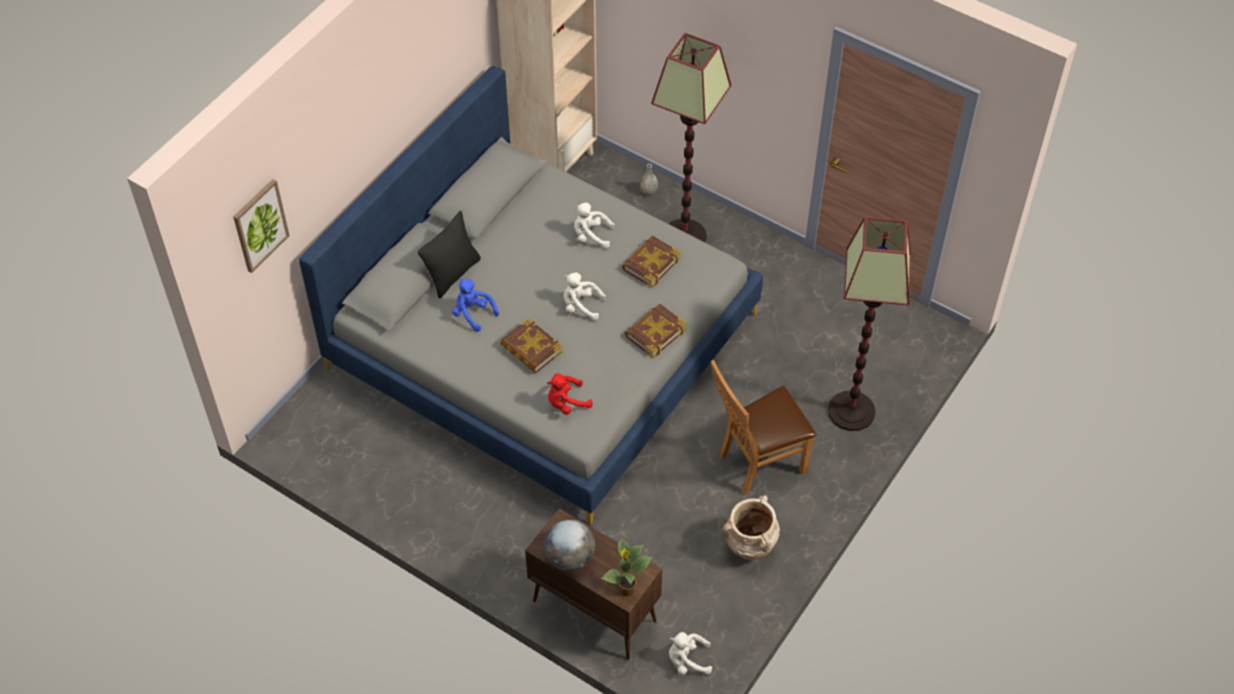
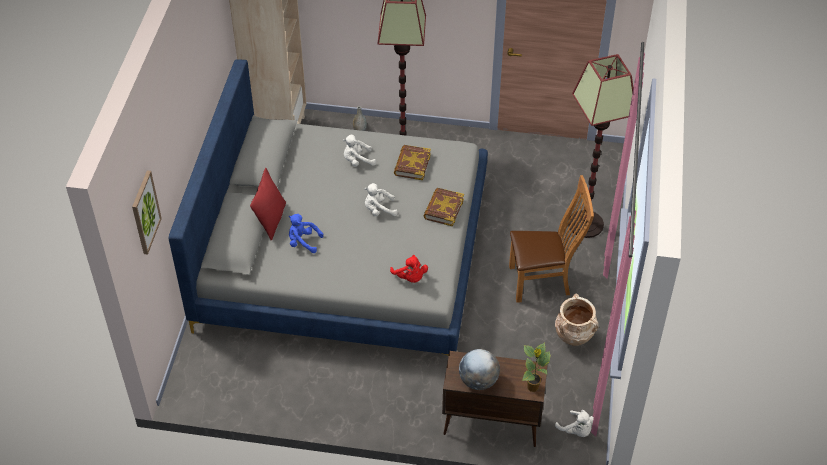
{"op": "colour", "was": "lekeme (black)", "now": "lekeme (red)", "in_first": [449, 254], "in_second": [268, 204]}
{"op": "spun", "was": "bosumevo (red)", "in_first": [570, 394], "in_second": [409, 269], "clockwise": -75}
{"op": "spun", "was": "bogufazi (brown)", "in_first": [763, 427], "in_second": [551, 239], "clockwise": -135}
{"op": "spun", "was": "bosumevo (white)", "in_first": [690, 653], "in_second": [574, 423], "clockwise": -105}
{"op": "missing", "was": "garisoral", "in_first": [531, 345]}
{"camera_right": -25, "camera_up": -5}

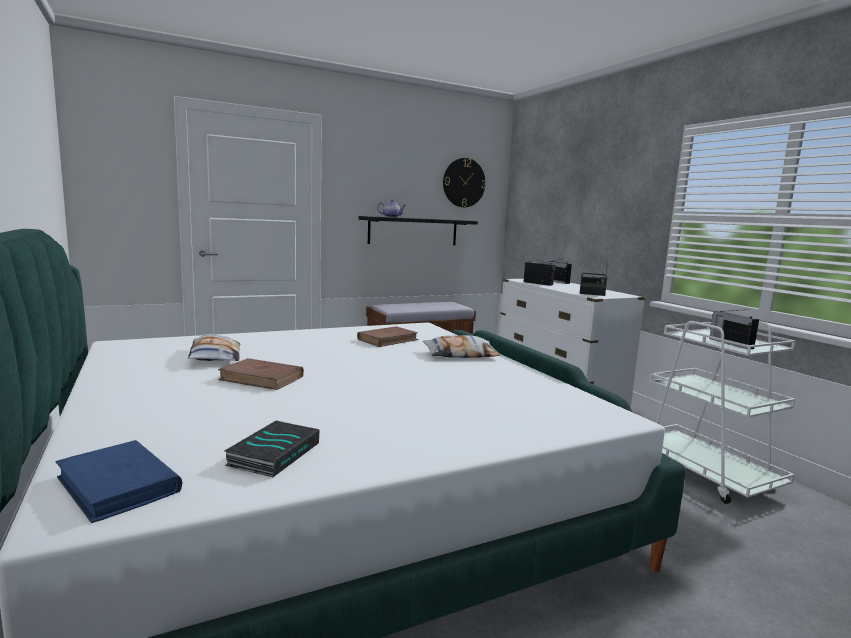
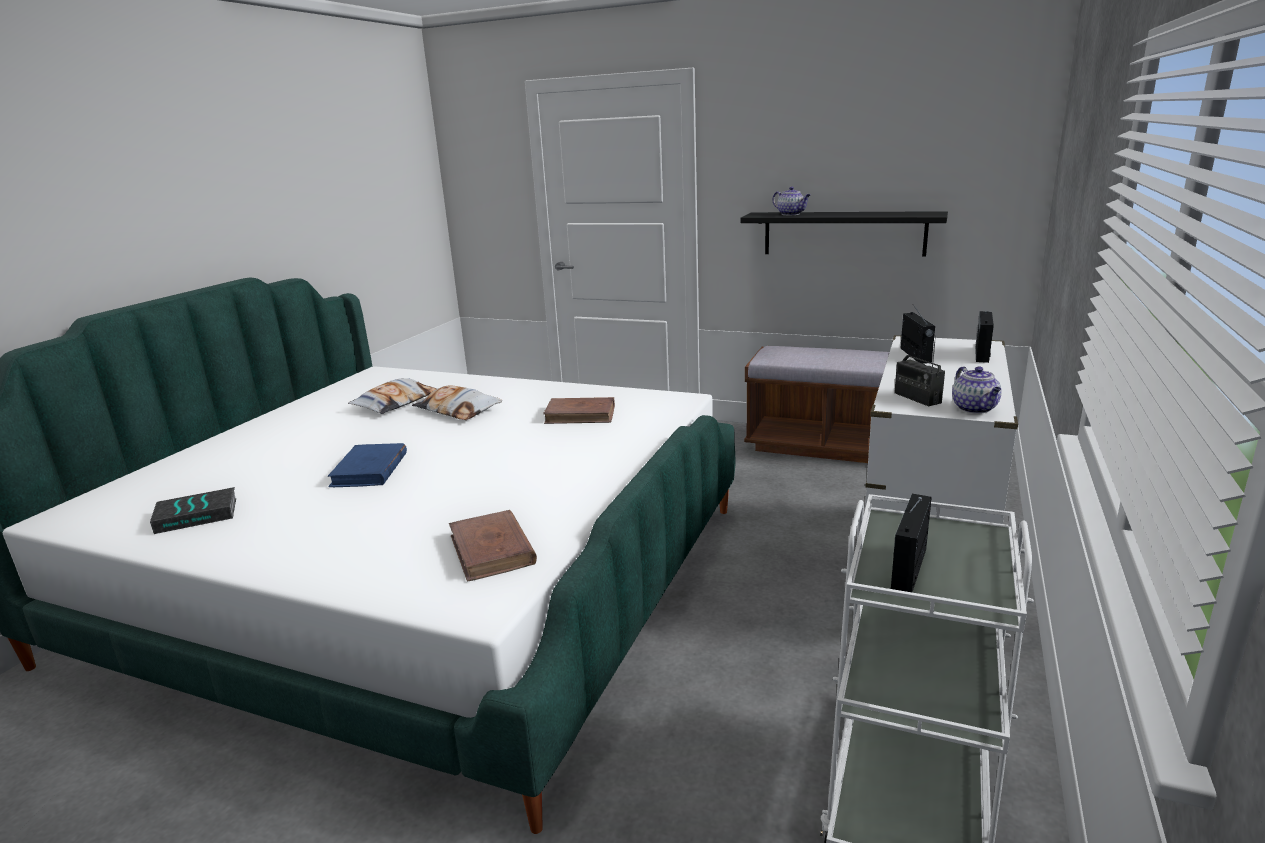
{"op": "relocated", "was": "garisoral (blue)", "in_first": [118, 481], "in_second": [367, 465]}
{"op": "relocated", "was": "lekeme", "in_first": [461, 346], "in_second": [457, 402]}
{"op": "relocated", "was": "garisoral (brown)", "in_first": [261, 374], "in_second": [493, 546]}
{"op": "appeared", "now": "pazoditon", "in_second": [976, 390]}
{"op": "missing", "was": "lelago", "in_first": [464, 182]}
{"camera_right": 50, "camera_up": 10}

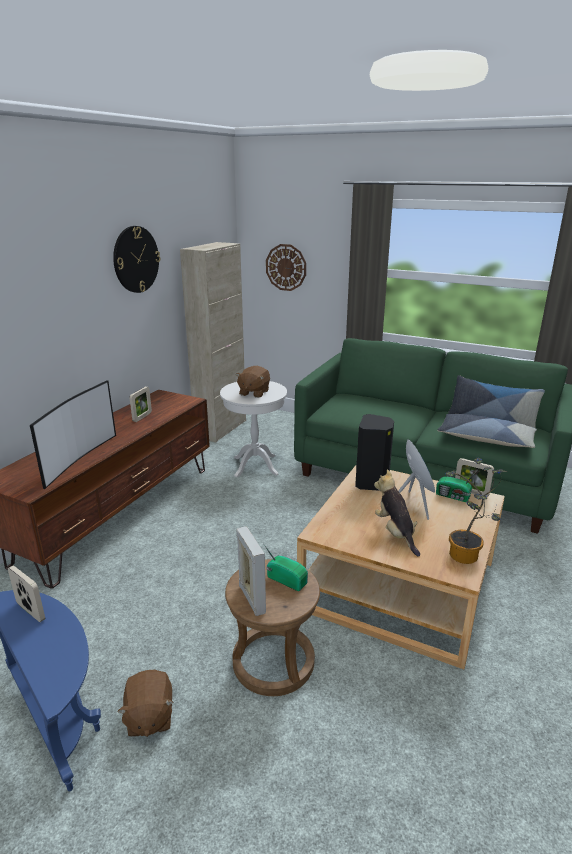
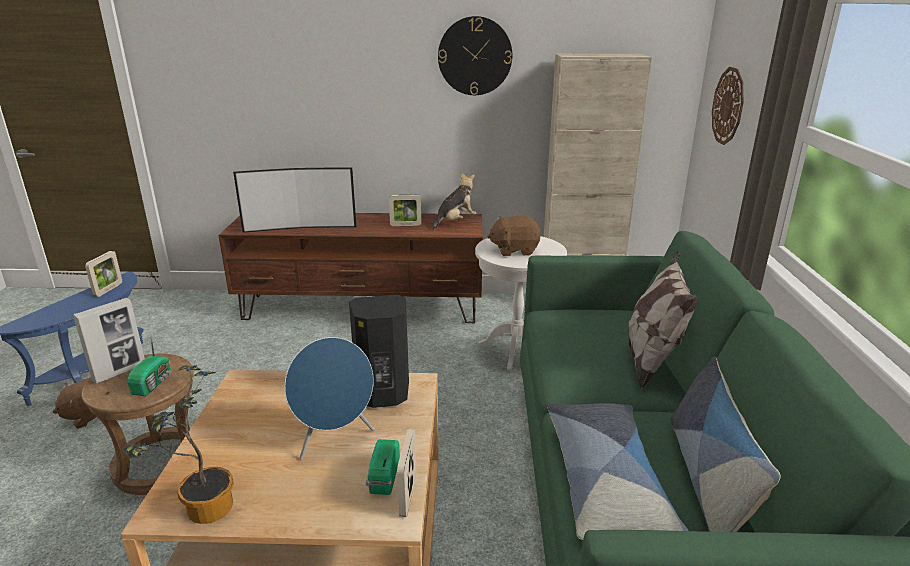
{"op": "relocated", "was": "bosumevo", "in_first": [397, 513], "in_second": [454, 201]}
{"op": "appeared", "now": "lekeme", "in_second": [663, 320]}
{"camera_right": 65, "camera_up": 0}

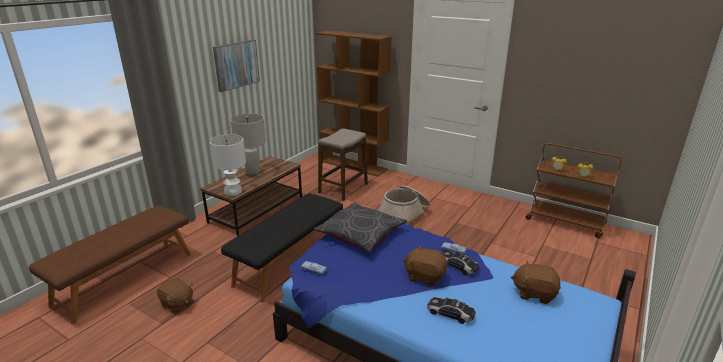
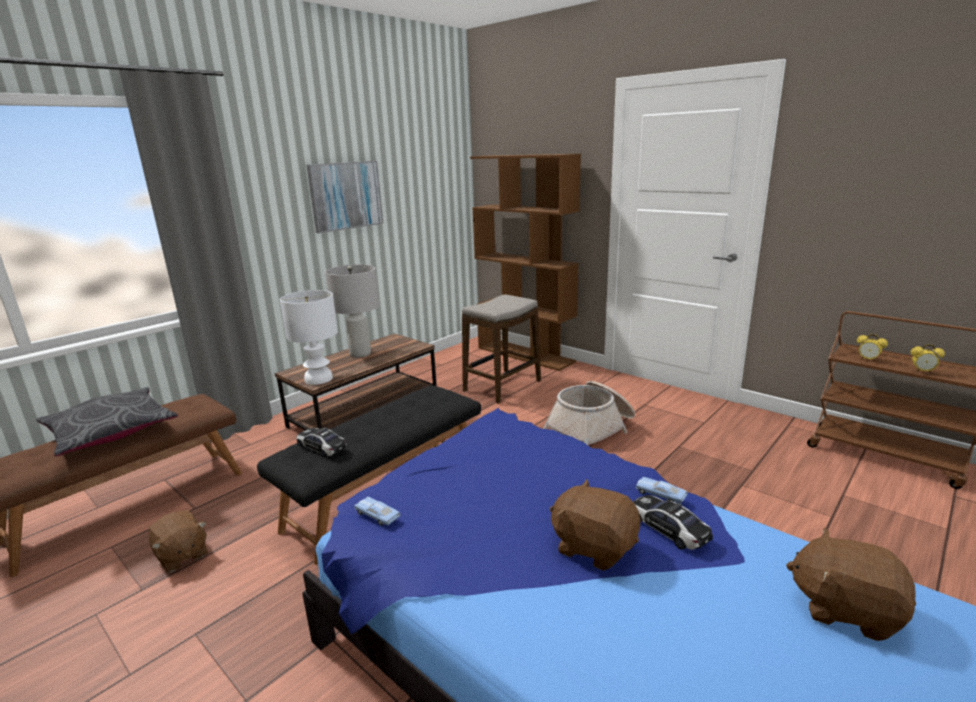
{"op": "relocated", "was": "lekeme (grey)", "in_first": [360, 227], "in_second": [107, 421]}
{"op": "relocated", "was": "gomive", "in_first": [451, 310], "in_second": [322, 443]}
{"camera_right": 10, "camera_up": -5}

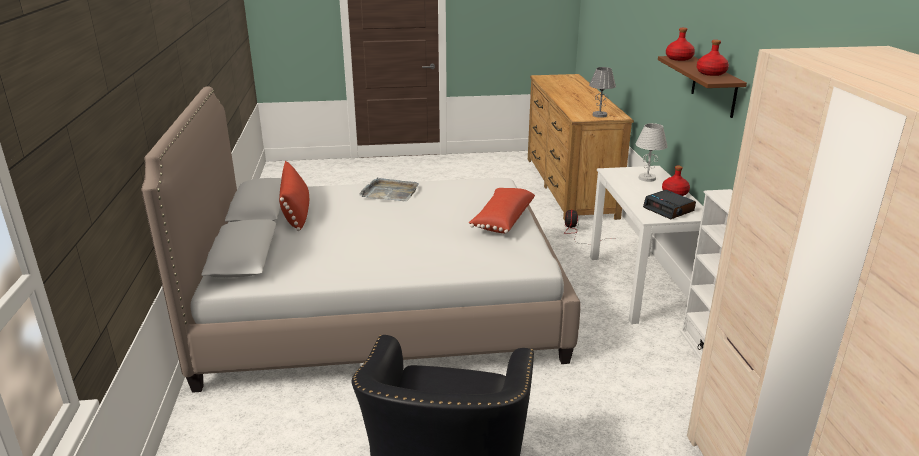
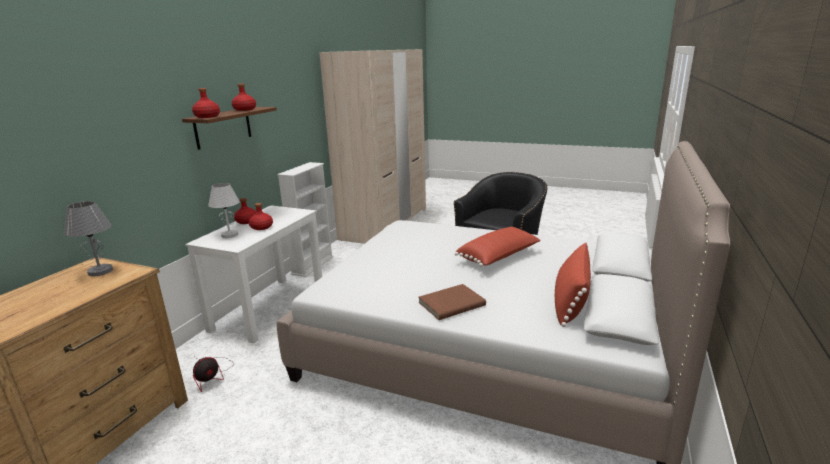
{"op": "appeared", "now": "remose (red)", "in_second": [261, 216]}
{"op": "exchanged", "was": "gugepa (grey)", "now": "garisoral (brown)", "in_first": [388, 189], "in_second": [452, 302]}
{"op": "relocated", "was": "lekeme (red)", "in_first": [502, 210], "in_second": [498, 247]}
{"op": "missing", "was": "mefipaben", "in_first": [669, 204]}
{"camera_right": -150, "camera_up": -5}

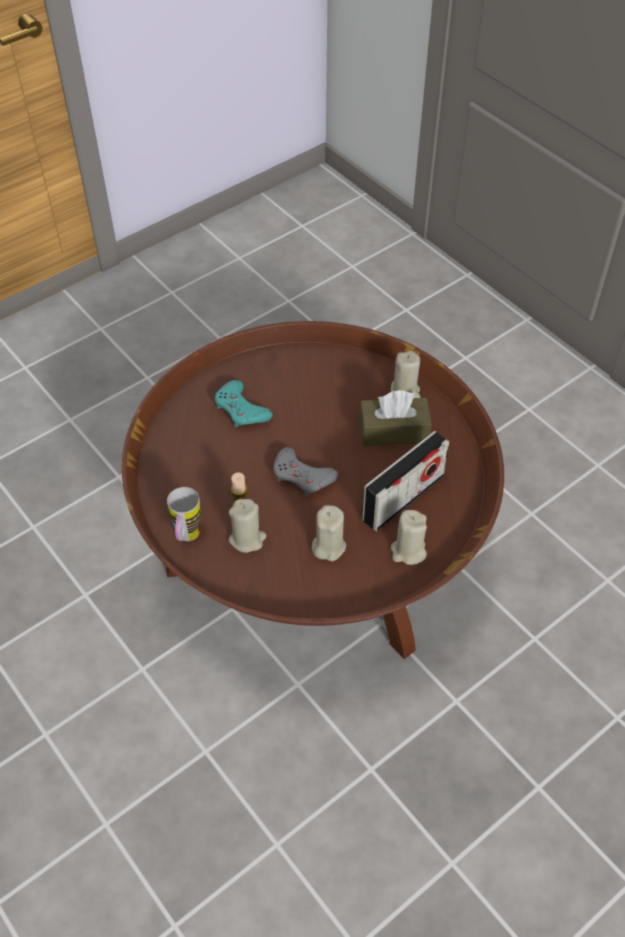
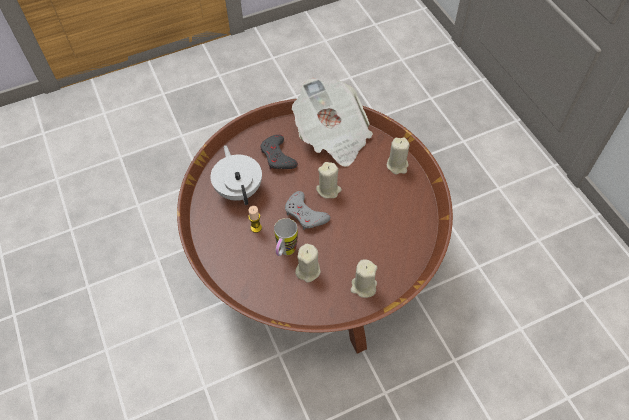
{"op": "appeared", "now": "pazoditon (white)", "in_second": [236, 175]}
{"op": "colour", "was": "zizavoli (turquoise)", "now": "zizavoli (grey)", "in_first": [244, 403], "in_second": [279, 151]}
{"op": "relocated", "was": "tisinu", "in_first": [184, 514], "in_second": [286, 237]}
{"op": "appeared", "now": "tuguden", "in_second": [332, 122]}
{"op": "relocated", "was": "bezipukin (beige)", "in_first": [247, 526], "in_second": [329, 180]}
{"op": "missing", "was": "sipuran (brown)", "in_first": [395, 418]}
{"op": "missing", "was": "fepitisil", "in_first": [405, 481]}
{"camera_right": 15, "camera_up": 5}

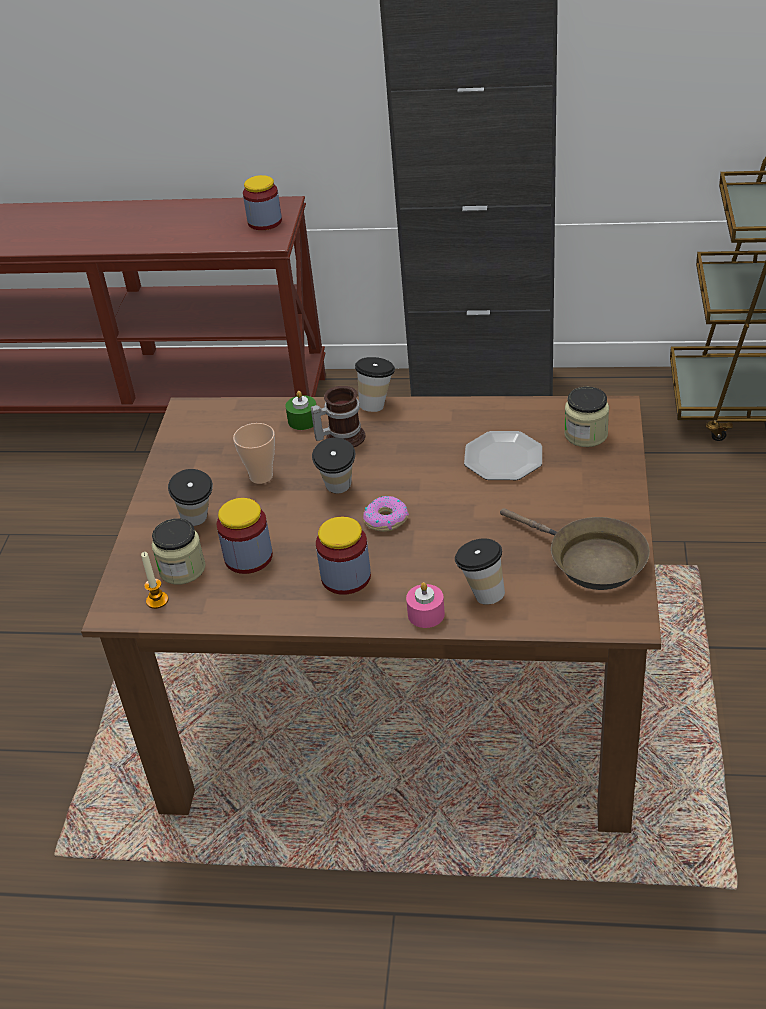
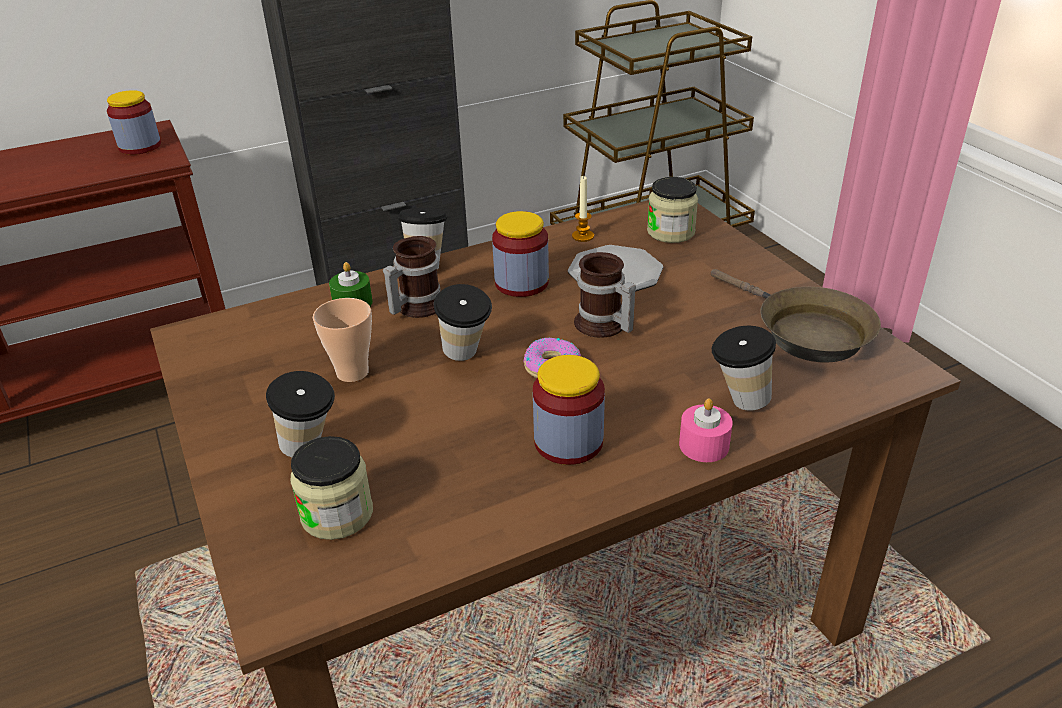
{"op": "relocated", "was": "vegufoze", "in_first": [245, 536], "in_second": [520, 254]}
{"op": "relocated", "was": "bezipukin", "in_first": [155, 580], "in_second": [583, 209]}
{"op": "appeared", "now": "tisinu", "in_second": [605, 295]}
{"op": "spun", "was": "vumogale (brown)", "in_first": [575, 549], "in_second": [796, 316], "clockwise": 45}
{"camera_right": -35, "camera_up": -5}

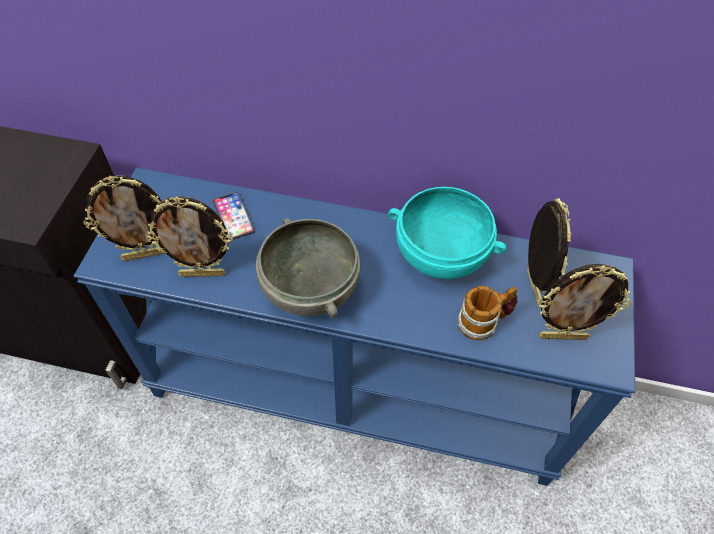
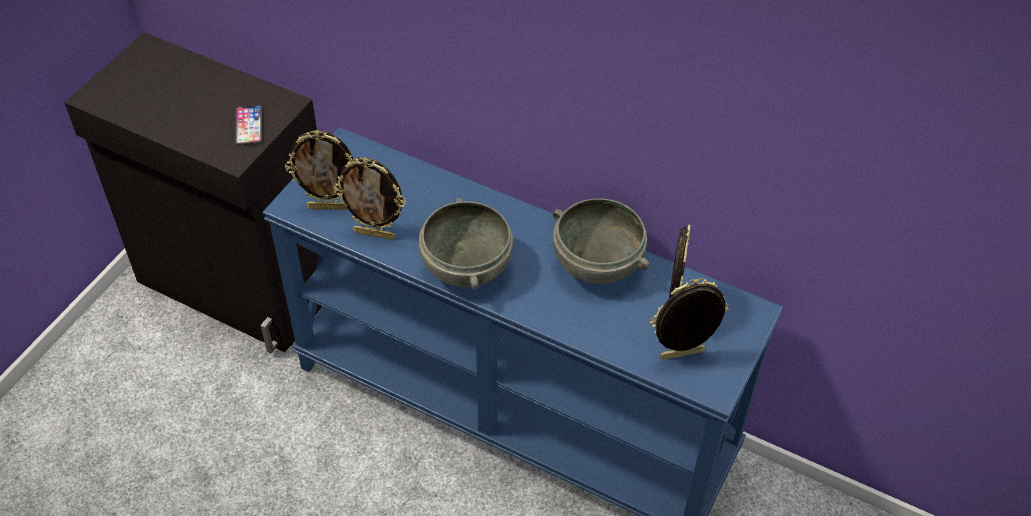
{"op": "relocated", "was": "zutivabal", "in_first": [234, 216], "in_second": [248, 125]}
{"op": "colour", "was": "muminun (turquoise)", "now": "muminun (grey)", "in_first": [447, 233], "in_second": [601, 241]}
{"op": "spun", "was": "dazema", "in_first": [584, 302], "in_second": [689, 319], "clockwise": 150}
{"op": "missing", "was": "tisinu", "in_first": [488, 313]}
{"camera_right": 15, "camera_up": -5}

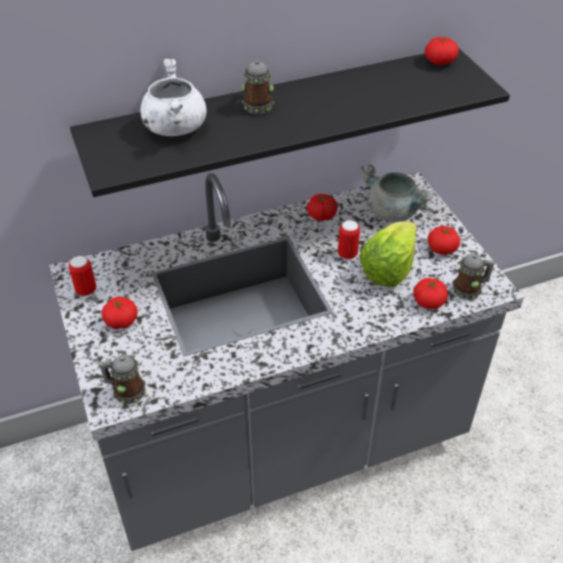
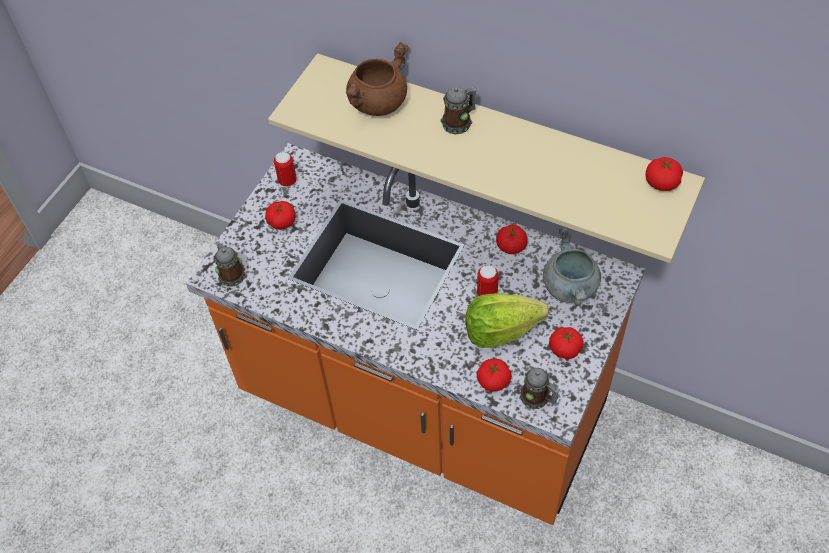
{"op": "colour", "was": "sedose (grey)", "now": "sedose (orange)", "in_first": [286, 362], "in_second": [415, 334]}
{"op": "colour", "was": "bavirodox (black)", "now": "bavirodox (beige)", "in_first": [290, 123], "in_second": [486, 158]}
{"op": "colour", "was": "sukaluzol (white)", "now": "sukaluzol (brown)", "in_first": [173, 97], "in_second": [377, 79]}
{"camera_right": 50, "camera_up": 10}

